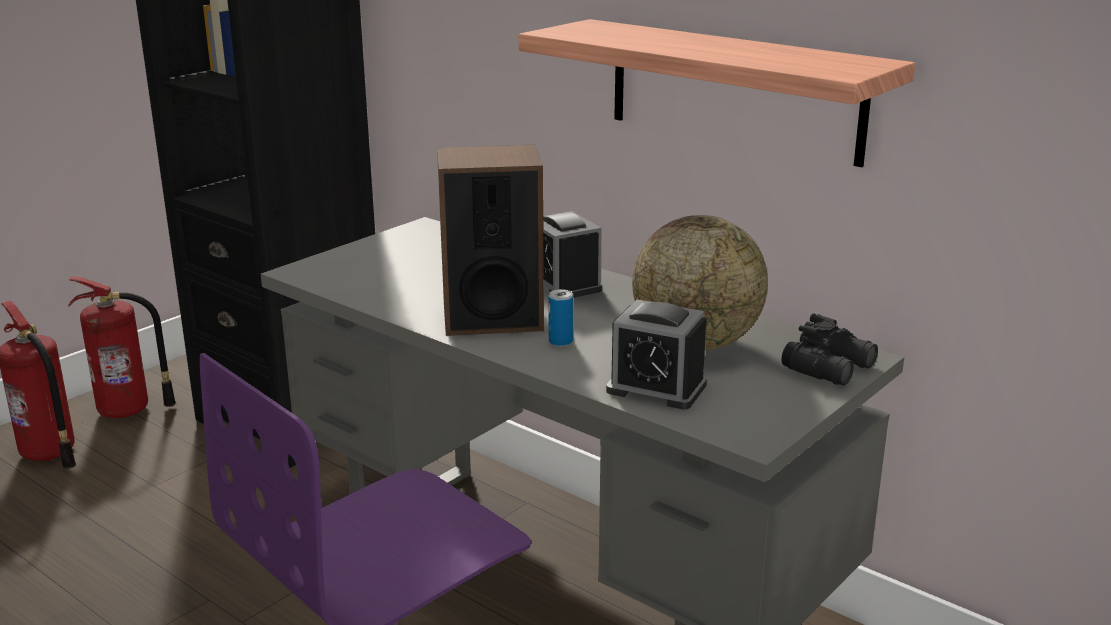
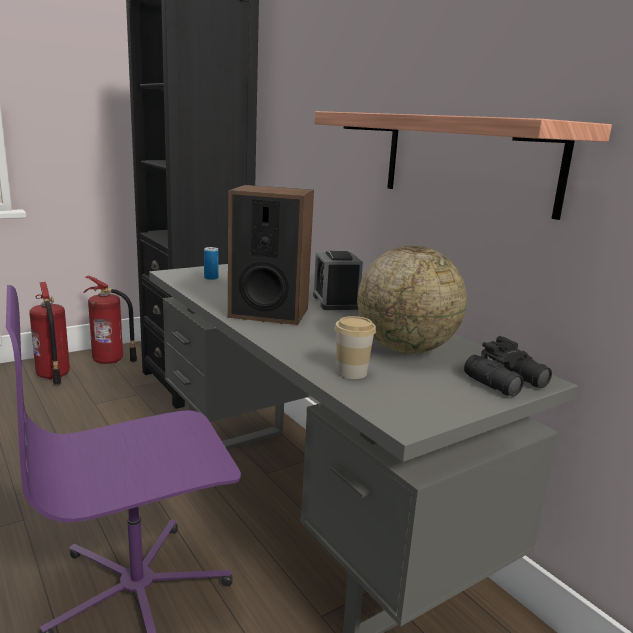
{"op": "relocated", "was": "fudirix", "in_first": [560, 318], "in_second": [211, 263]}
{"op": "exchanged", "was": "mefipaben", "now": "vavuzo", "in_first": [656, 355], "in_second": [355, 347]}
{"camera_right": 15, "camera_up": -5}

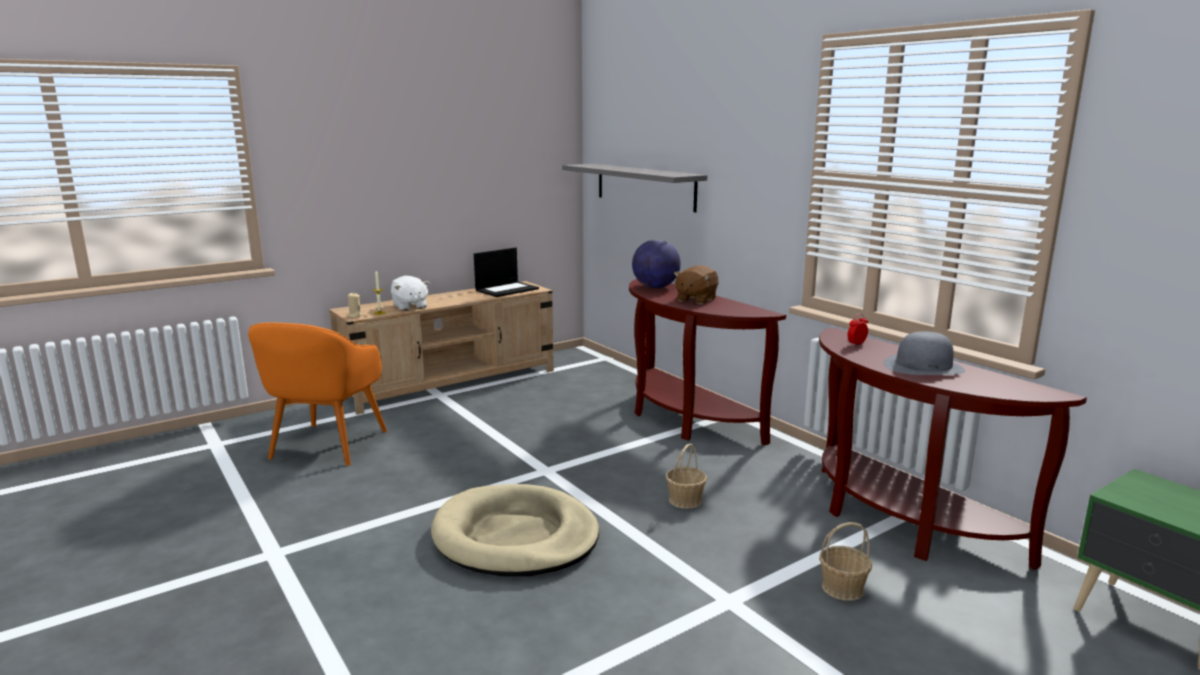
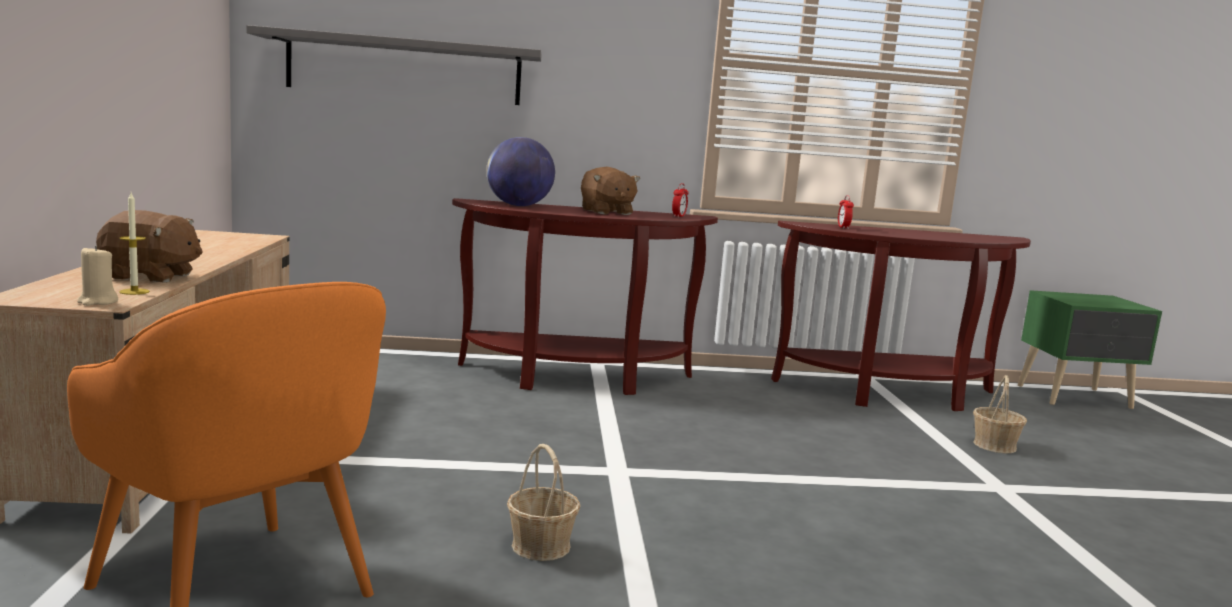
{"op": "colour", "was": "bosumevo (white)", "now": "bosumevo (brown)", "in_first": [410, 293], "in_second": [149, 246]}
{"op": "relocated", "was": "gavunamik", "in_first": [686, 476], "in_second": [544, 502]}
{"op": "appeared", "now": "mefipaben", "in_second": [680, 200]}
{"op": "missing", "was": "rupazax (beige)", "in_first": [515, 530]}
{"op": "missing", "was": "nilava", "in_first": [506, 272]}
{"op": "missing", "was": "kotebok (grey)", "in_first": [924, 353]}
{"camera_right": -60, "camera_up": -5}

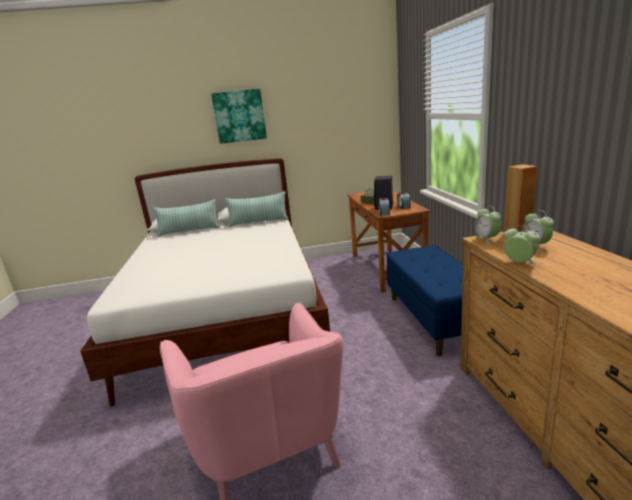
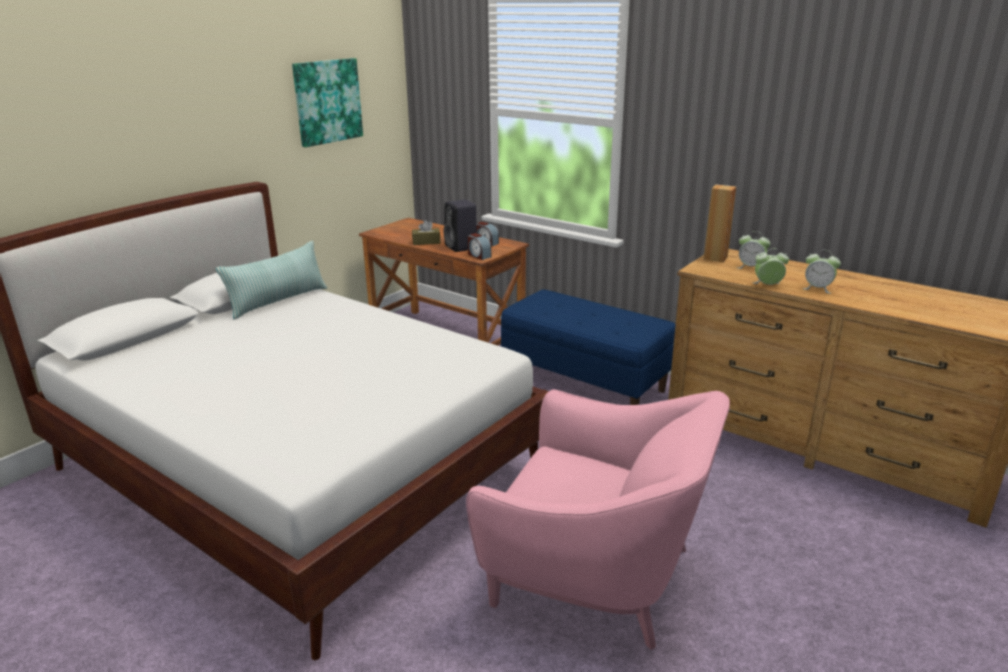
{"op": "relocated", "was": "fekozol", "in_first": [239, 116], "in_second": [327, 102]}
{"op": "relocated", "was": "mefipaben", "in_first": [487, 225], "in_second": [822, 272]}
{"op": "missing", "was": "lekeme", "in_first": [186, 218]}
{"camera_right": -45, "camera_up": 5}

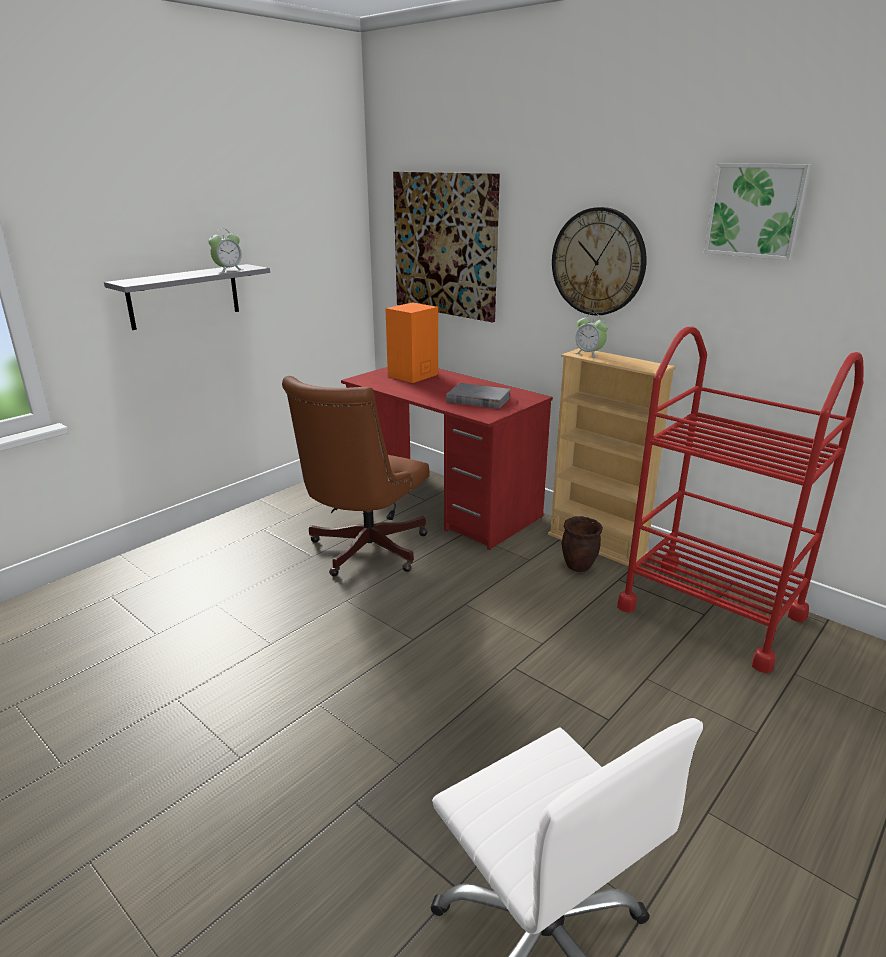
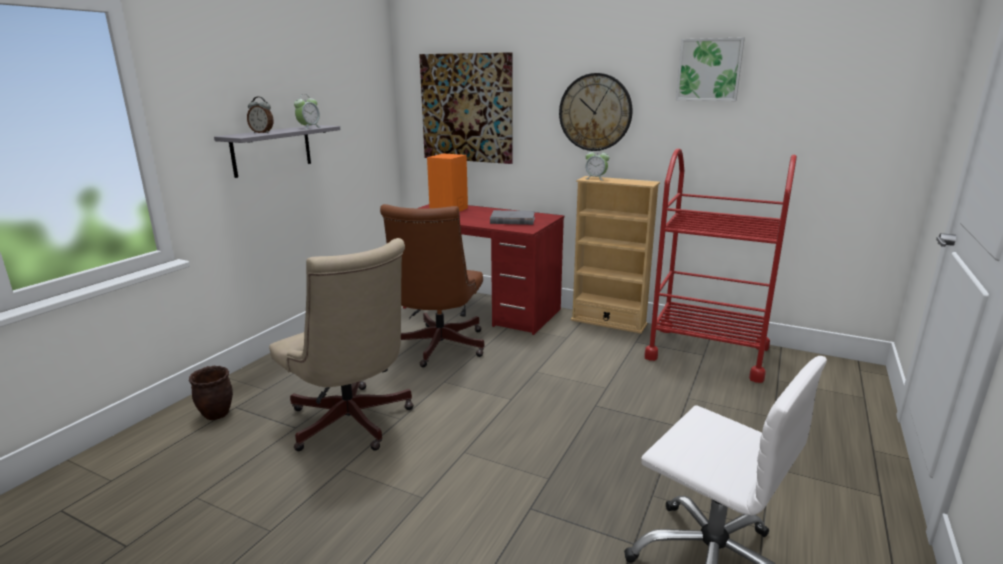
{"op": "relocated", "was": "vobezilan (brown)", "in_first": [582, 544], "in_second": [211, 393]}
{"op": "appeared", "now": "mefipaben", "in_second": [260, 114]}
{"op": "appeared", "now": "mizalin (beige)", "in_second": [341, 344]}
{"camera_right": -15, "camera_up": -5}

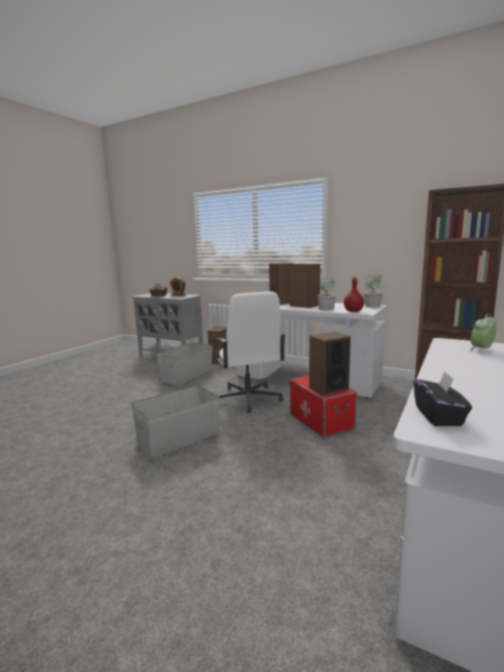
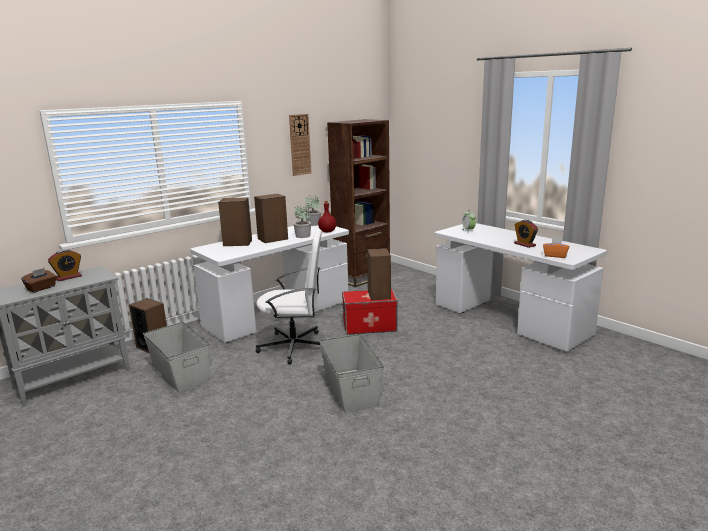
{"op": "appeared", "now": "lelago", "in_second": [300, 145]}
{"op": "appeared", "now": "mefipaben", "in_second": [526, 234]}
{"op": "colour", "was": "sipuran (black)", "now": "sipuran (orange)", "in_first": [442, 399], "in_second": [556, 247]}
{"camera_right": -70, "camera_up": 5}

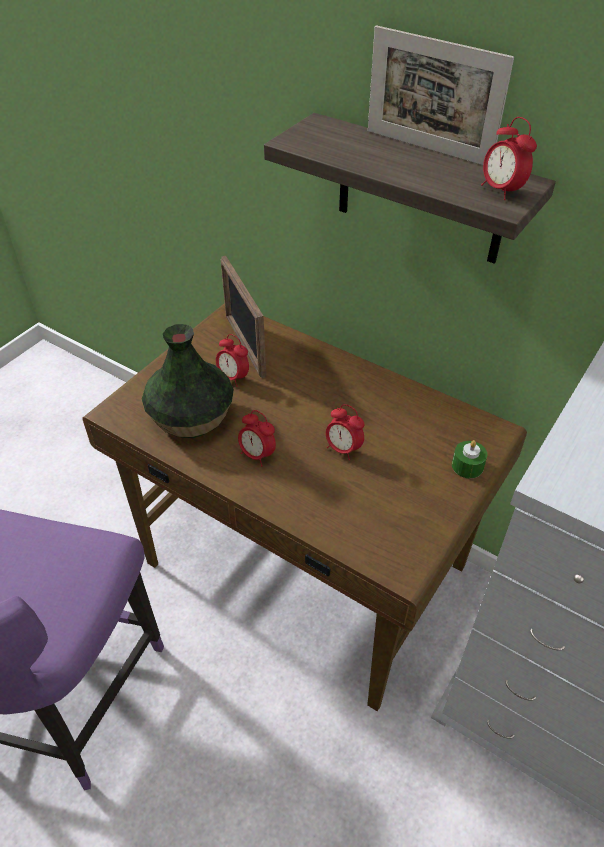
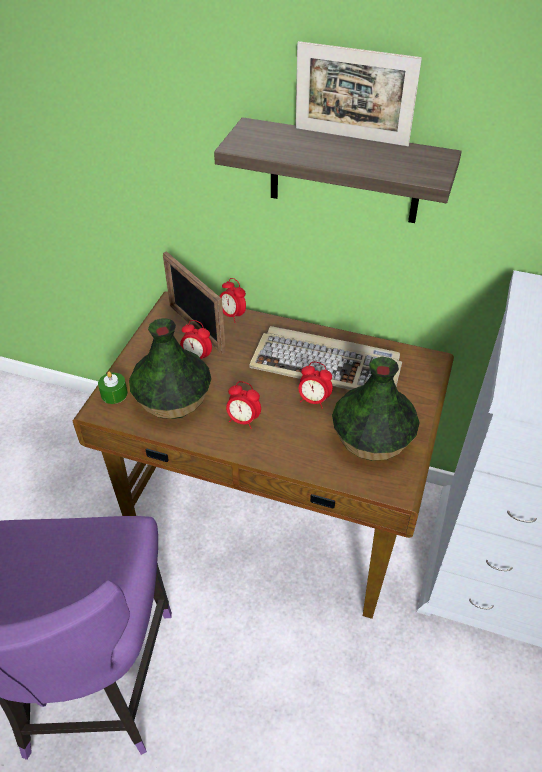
{"op": "relocated", "was": "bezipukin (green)", "in_first": [469, 459], "in_second": [113, 387]}
{"op": "relocated", "was": "mefipaben", "in_first": [509, 158], "in_second": [232, 300]}
{"op": "appeared", "now": "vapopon", "in_second": [325, 358]}
{"op": "appeared", "now": "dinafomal", "in_second": [376, 409]}
{"camera_right": -15, "camera_up": 0}

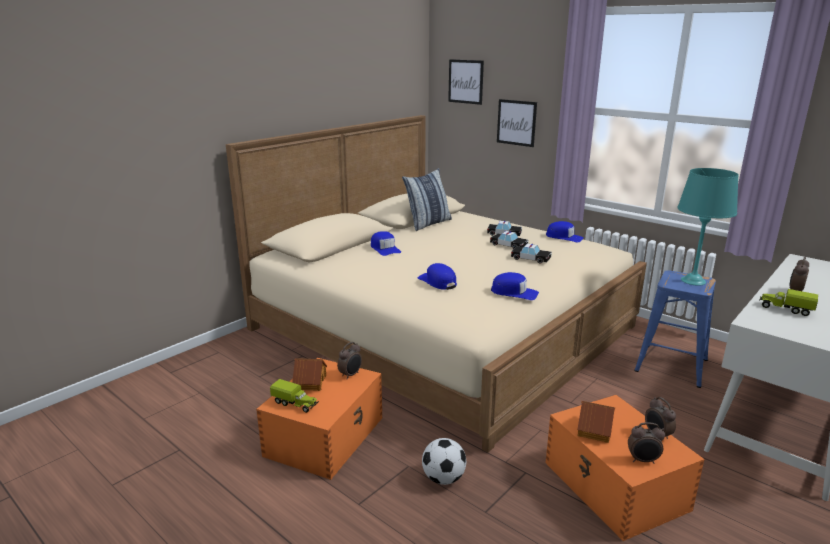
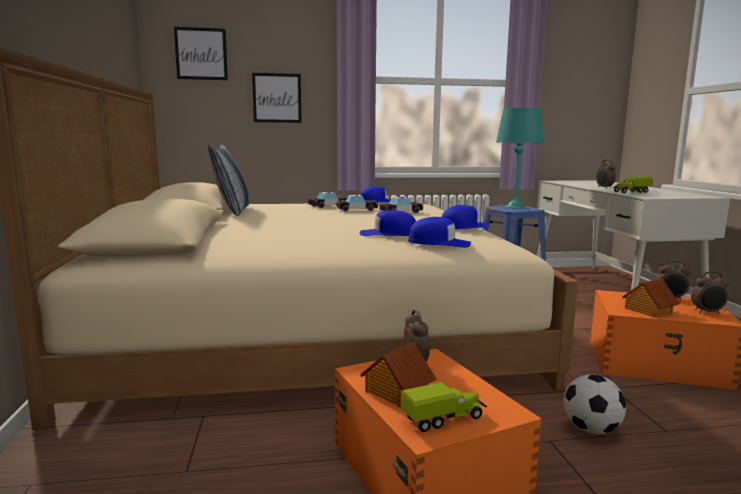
{"op": "relocated", "was": "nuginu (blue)", "in_first": [386, 243], "in_second": [439, 232]}
{"op": "spun", "was": "mefipaben", "in_first": [646, 443], "in_second": [710, 292], "clockwise": 45}
{"camera_right": -50, "camera_up": -10}

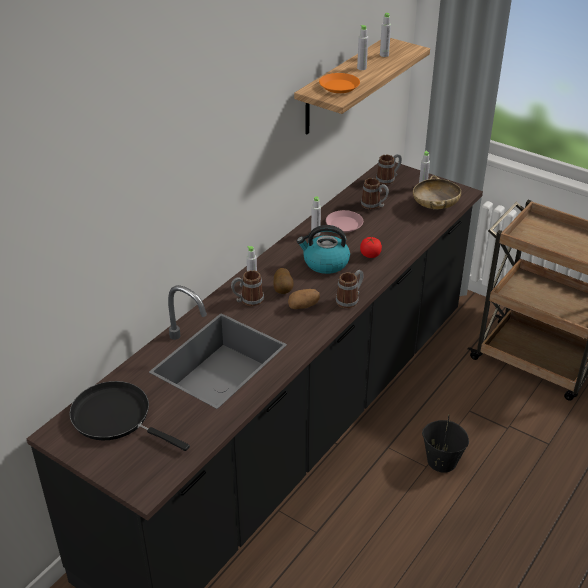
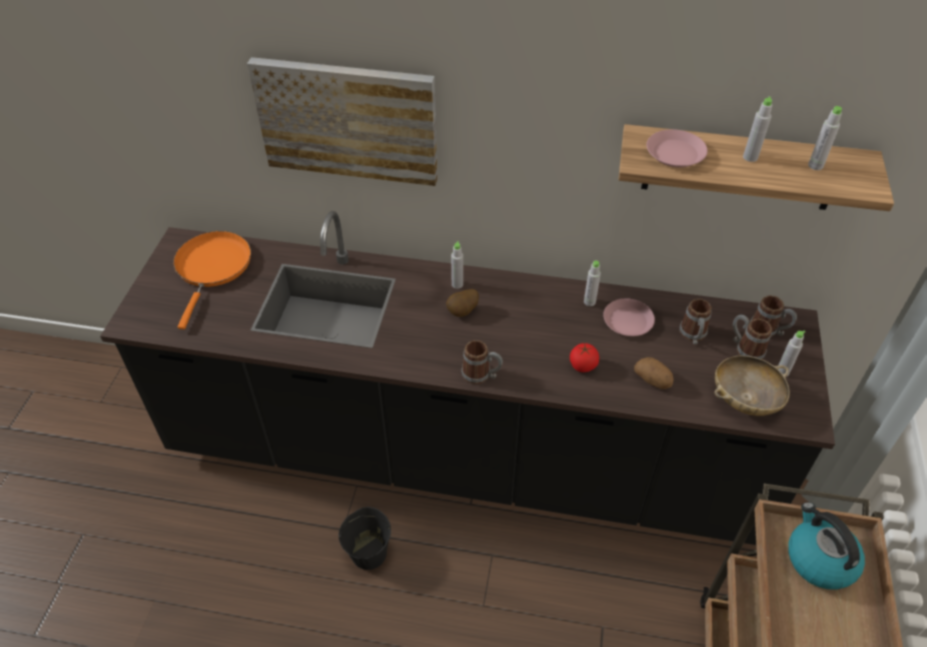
{"op": "colour", "was": "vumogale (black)", "now": "vumogale (orange)", "in_first": [129, 416], "in_second": [212, 280]}
{"op": "appeared", "now": "fekozol", "in_second": [342, 121]}
{"op": "relocated", "was": "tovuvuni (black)", "in_first": [445, 443], "in_second": [365, 538]}
{"op": "relocated", "was": "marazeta", "in_first": [304, 299], "in_second": [654, 373]}
{"op": "colour", "was": "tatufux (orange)", "now": "tatufux (pink)", "in_first": [339, 83], "in_second": [677, 149]}
{"op": "relocated", "was": "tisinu", "in_first": [247, 288], "in_second": [752, 337]}
{"op": "relocated", "was": "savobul", "in_first": [323, 249], "in_second": [826, 545]}
{"camera_right": 65, "camera_up": 10}

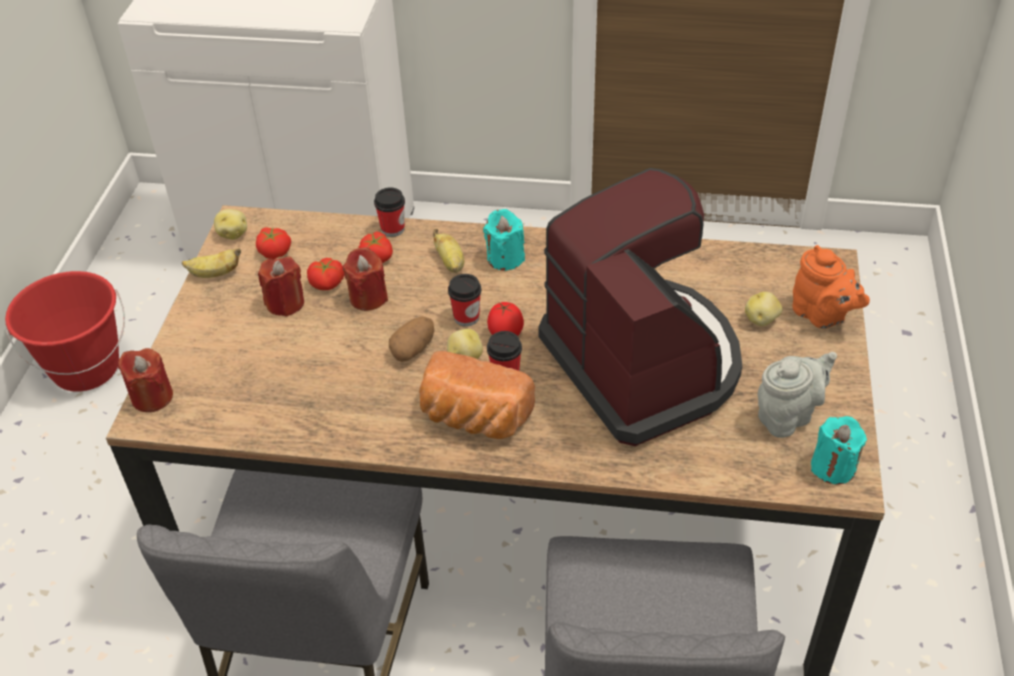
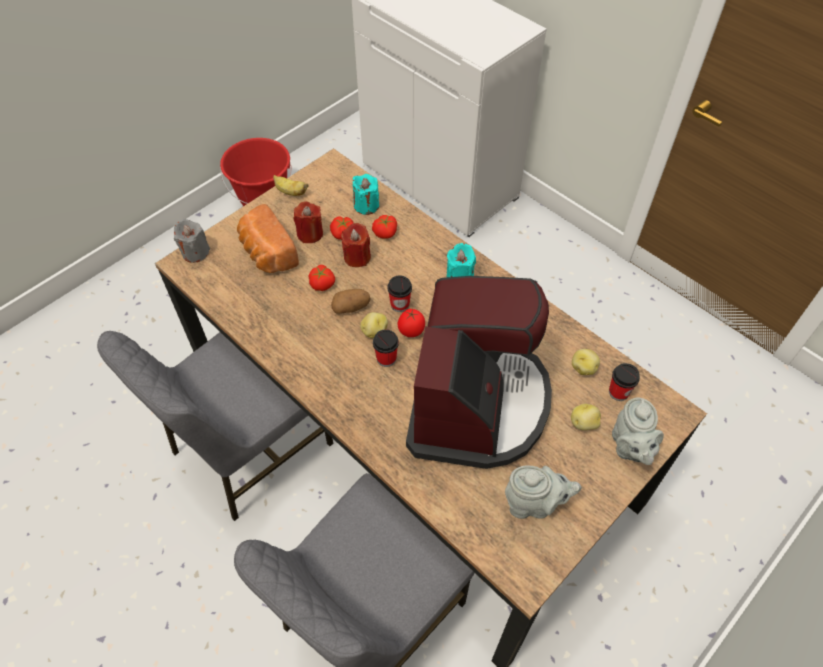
{"op": "colour", "was": "bezipukin (red)", "now": "bezipukin (grey)", "in_first": [145, 380], "in_second": [192, 241]}
{"op": "relocated", "was": "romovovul", "in_first": [477, 395], "in_second": [268, 238]}
{"op": "relocated", "was": "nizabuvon", "in_first": [273, 243], "in_second": [321, 278]}
{"op": "relocated", "was": "bezipukin (turquoise)", "in_first": [839, 450], "in_second": [366, 194]}
{"op": "relocated", "was": "marazeta", "in_first": [230, 224], "in_second": [586, 362]}
{"op": "relocated", "was": "vavuzo", "in_first": [389, 212], "in_second": [624, 382]}
{"op": "colour", "was": "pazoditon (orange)", "now": "pazoditon (grey)", "in_first": [831, 287], "in_second": [638, 431]}
{"op": "missing", "was": "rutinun", "in_first": [448, 251]}
{"camera_right": 35, "camera_up": 10}

